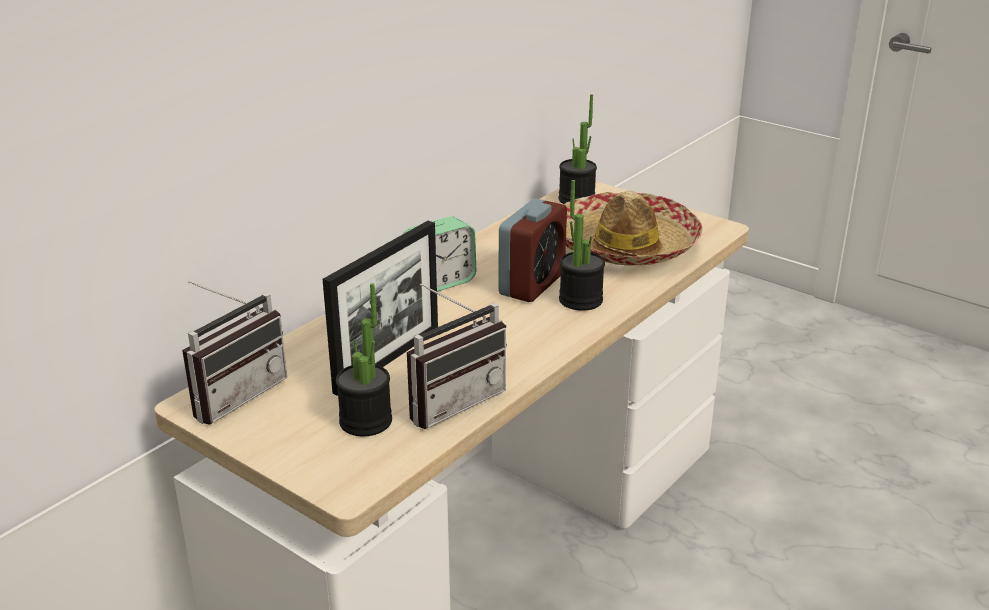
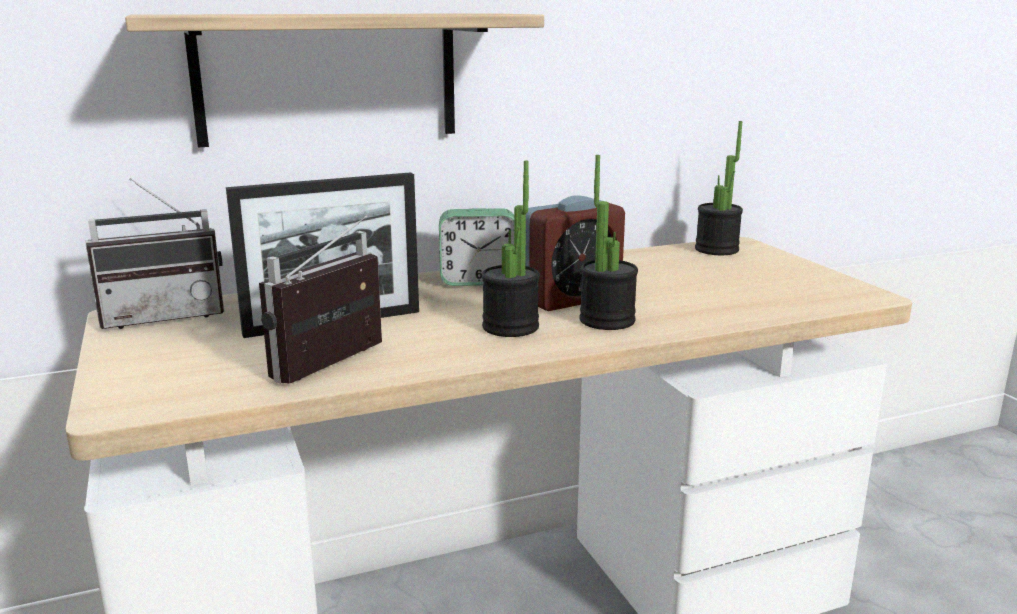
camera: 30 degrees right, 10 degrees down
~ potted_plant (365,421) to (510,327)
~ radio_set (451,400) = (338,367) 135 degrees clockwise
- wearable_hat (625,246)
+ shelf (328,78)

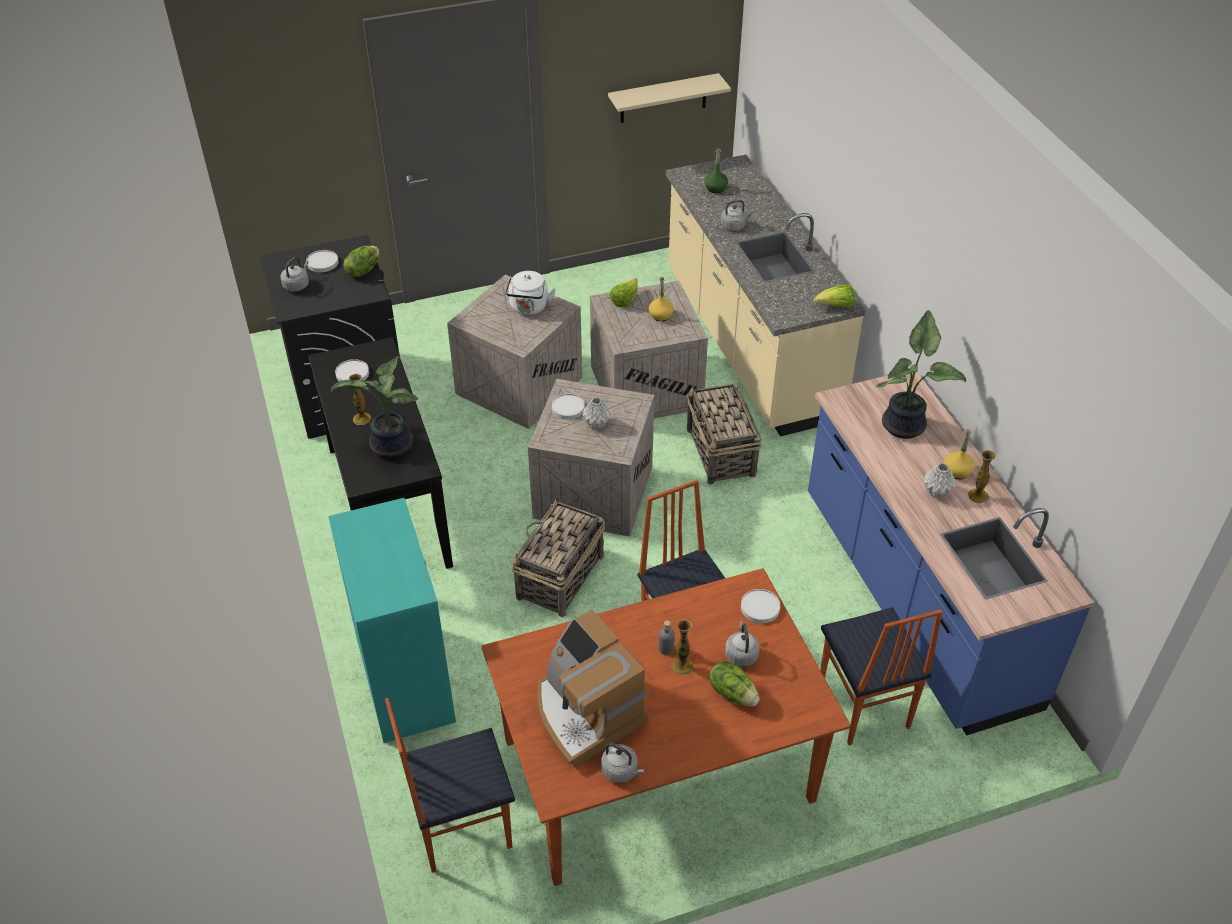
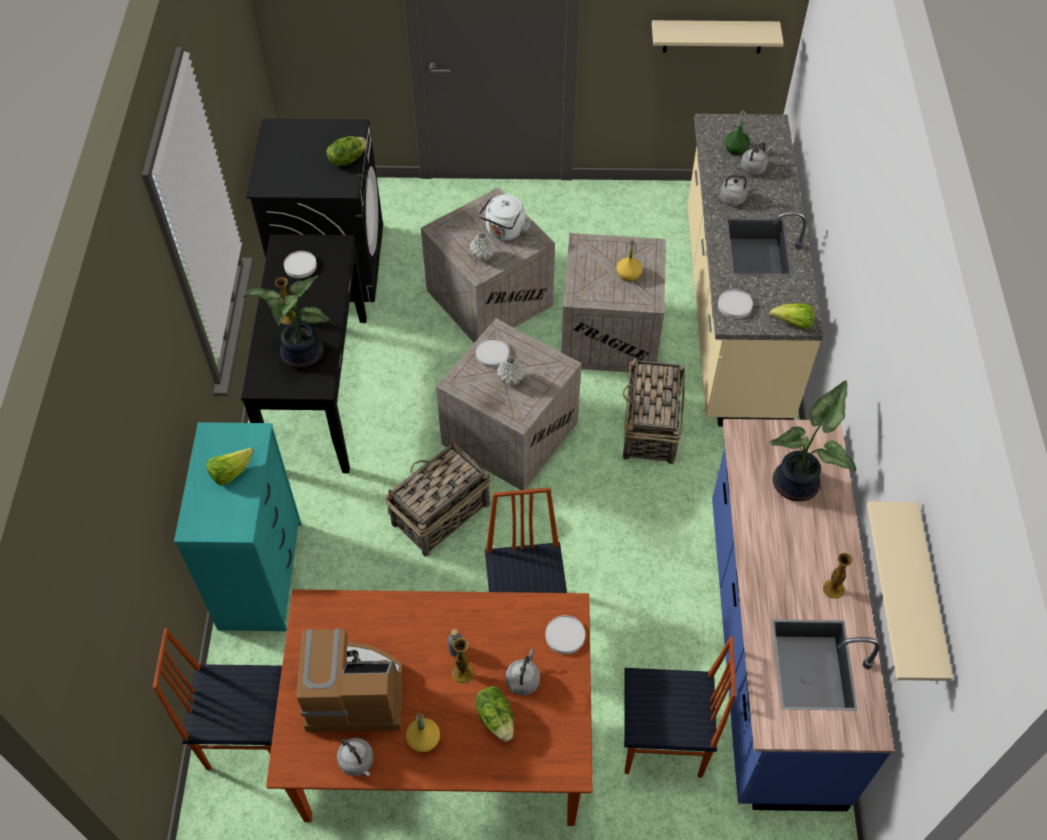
camera: 20 degrees right, 10 degrees up
~ grey_tea_kettle (297,285) to (754,167)
~ white-coloured_dinner_plate (322,263) to (734,305)
~ coffee_brewer (585,712) = (353,691) 105 degrees clockwise
~ lettuce_head (624,300) to (231,473)
~ upright_chair (862,707) = (663,744) 90 degrees counterclockwise
~ grey_flower_vase (936,492) to (483,256)
~ yellow_beverage_bottle (957,471) to (423,739)
+ beige_shelf (926,599)

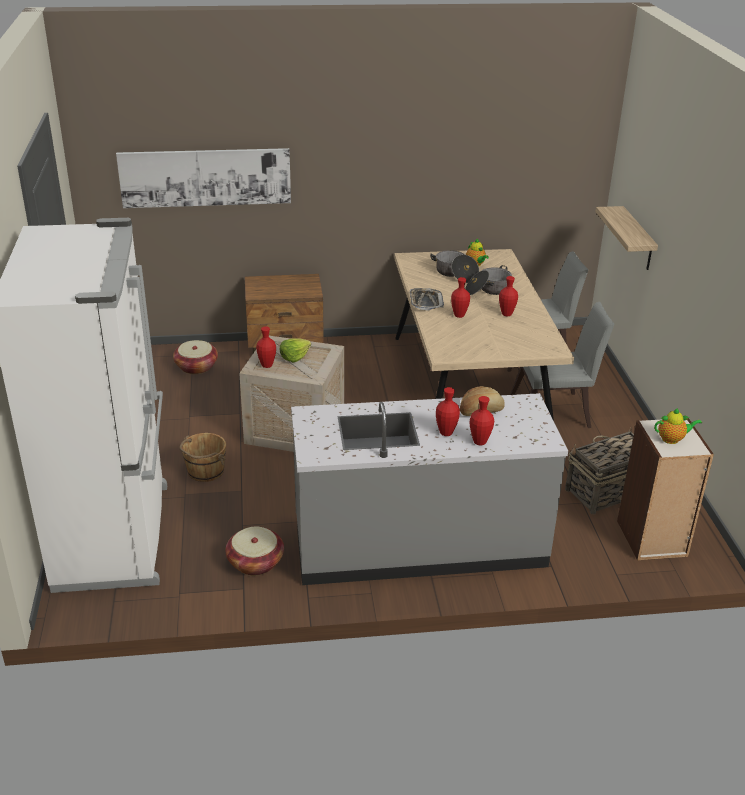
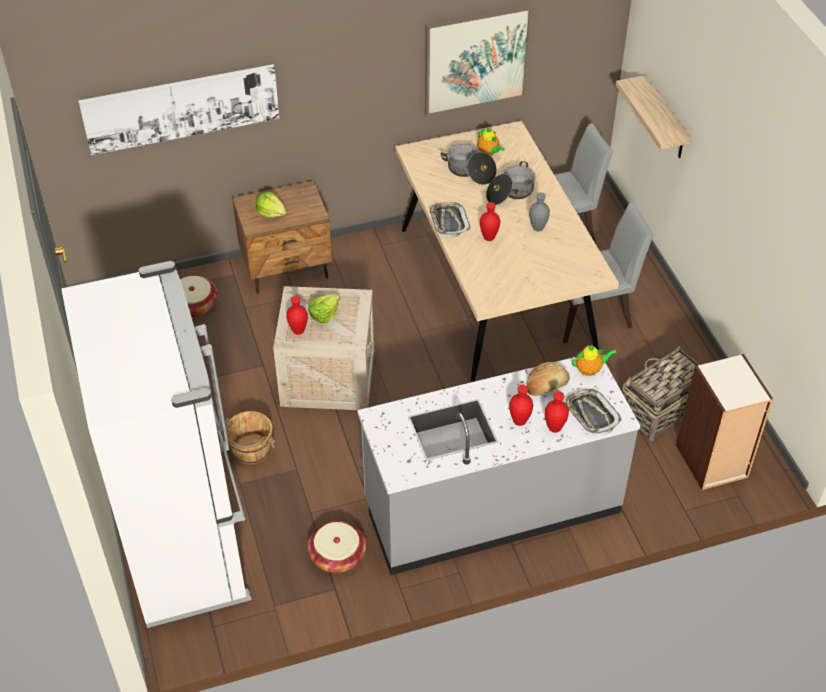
camera: 10 degrees left, 15 degrees up
~ red-coloured_flower_vase (506,314) to grey_flower_vase (538,228)
~ tea_pot (672,439) to (590,369)
+ lettuce_head (271,212)
+ wall_art (476,60)
+ serving_tray (591,414)

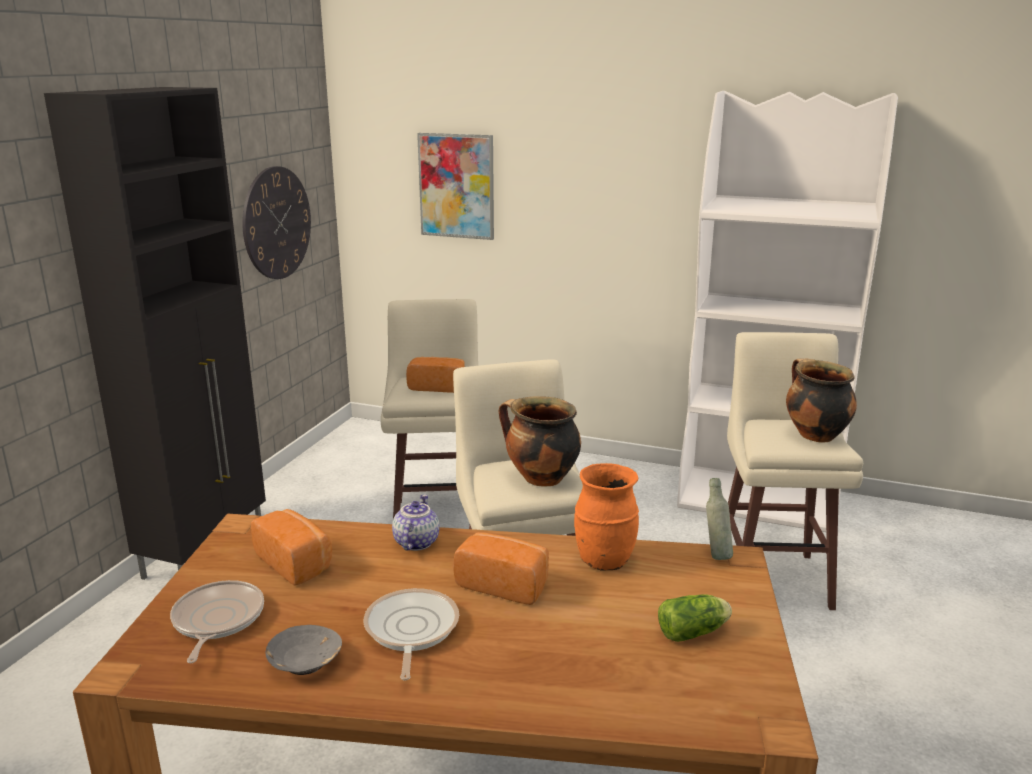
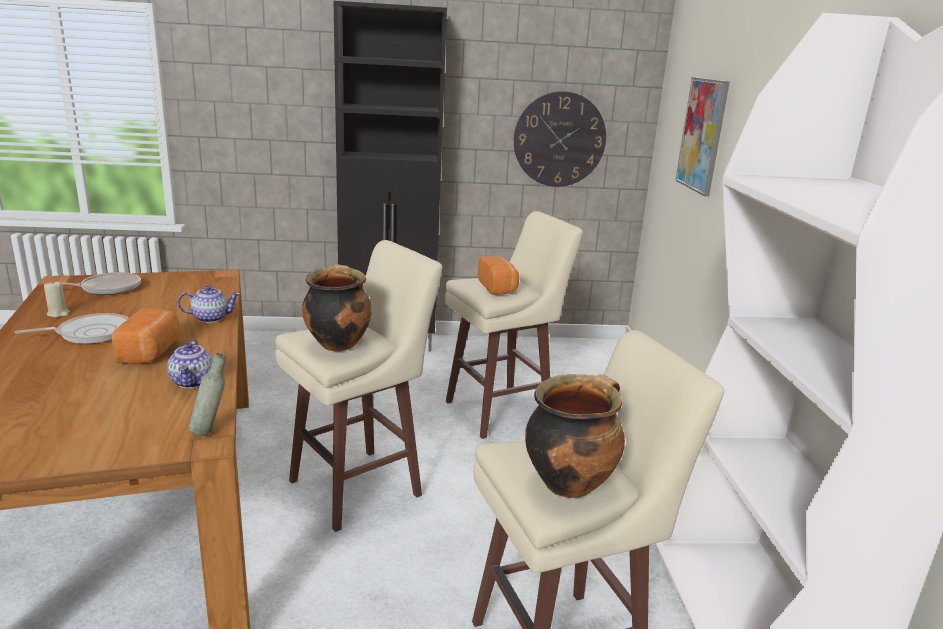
camera: 65 degrees right, 0 degrees up
- bakery_bread (296,562)
~ grey_deep_dish (305,662) to beige_wax_light (58,313)
~ orange-coloured_flower_vase (604,560) to tea_pot (193,382)
- lettuce_head (695,632)

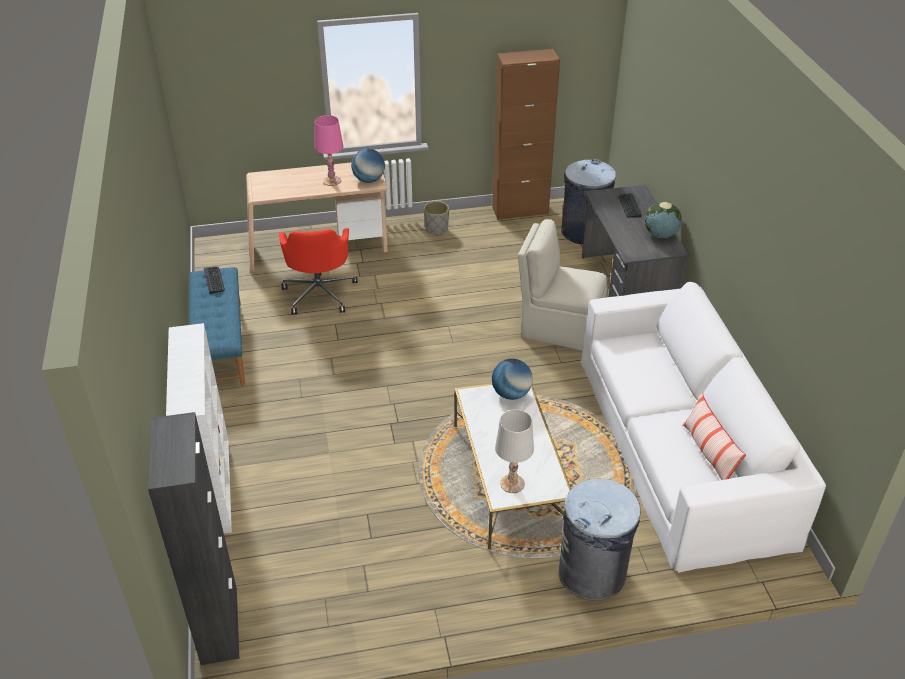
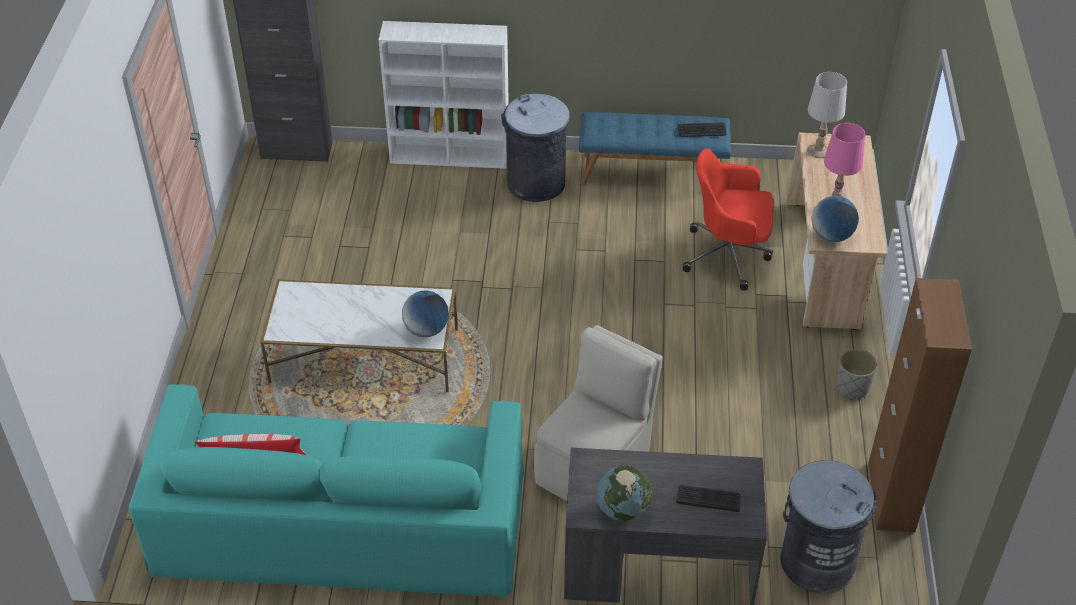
camera: 105 degrees right, 5 degrees up
~ white-coloured_table_lamp (512,484) to (819,150)
~ grey_rubbish_bin (592,573) to (535,183)
~ white-coloured_couch (682,446) to turquoise-coloured_couch (340,521)

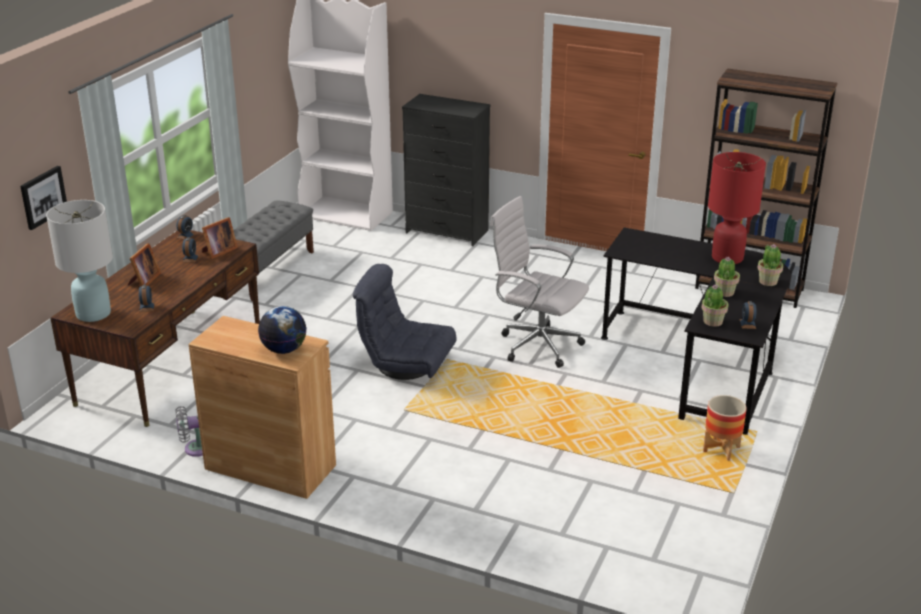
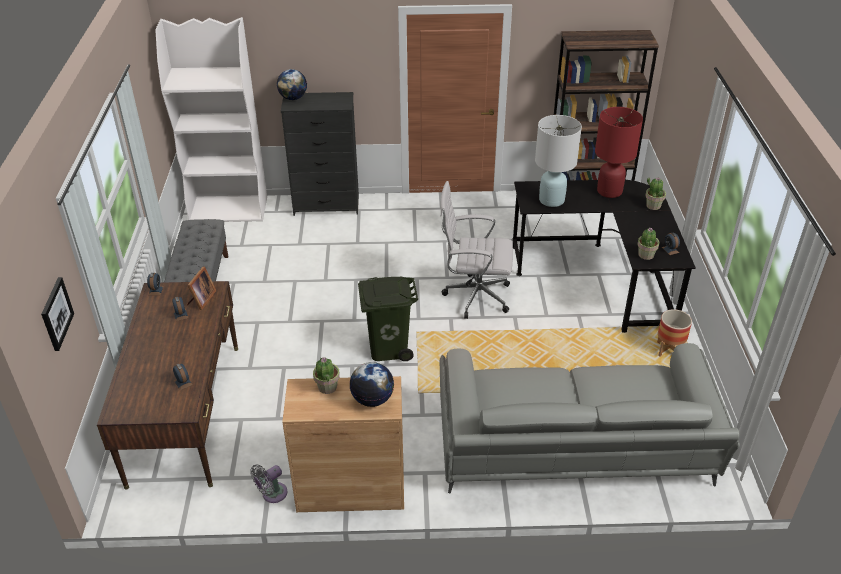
camera: 25 degrees left, 10 degrees up
~ white-coloured_table_lamp (93,314) to (551,200)
- photo_frame (144,281)
~ grey_armchair (406,365) to green_rubbish_bin (388,347)
~ potted_plant (724,292) to (327,387)
+ desk_globe (293,98)
+ grey_couch (573,450)

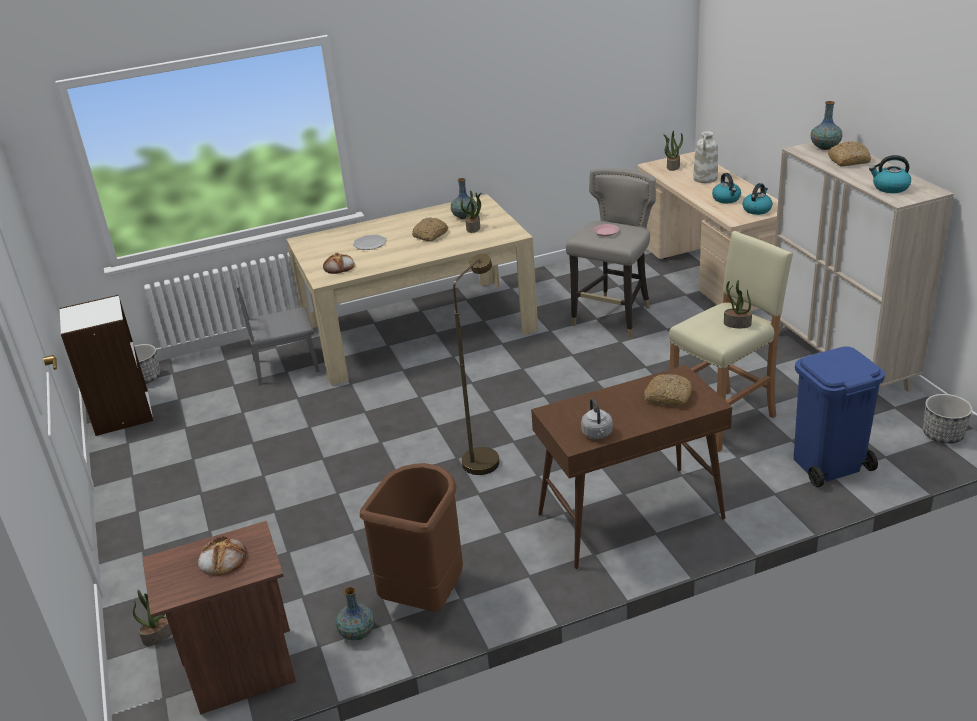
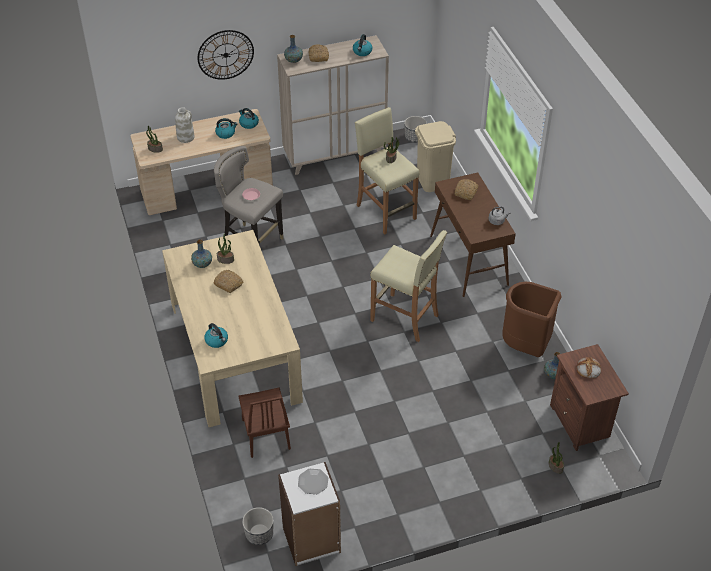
camera: 90 degrees left, 15 degrees up
~ grey_upright_chair (286,366) to brownish_upright_chair (266,434)
- bakery_bread (339,267)
~ dinner_plate (369,243) to (313,482)
~ brownish_standing_lamp (484,456) to beige_sitting_stool (405,318)
~ blue-coloured_rubbish_bin (828,464) to beige_rubbish_bin (433,181)
+ hanging_clock (225,55)
+ tea_kettle (217,341)

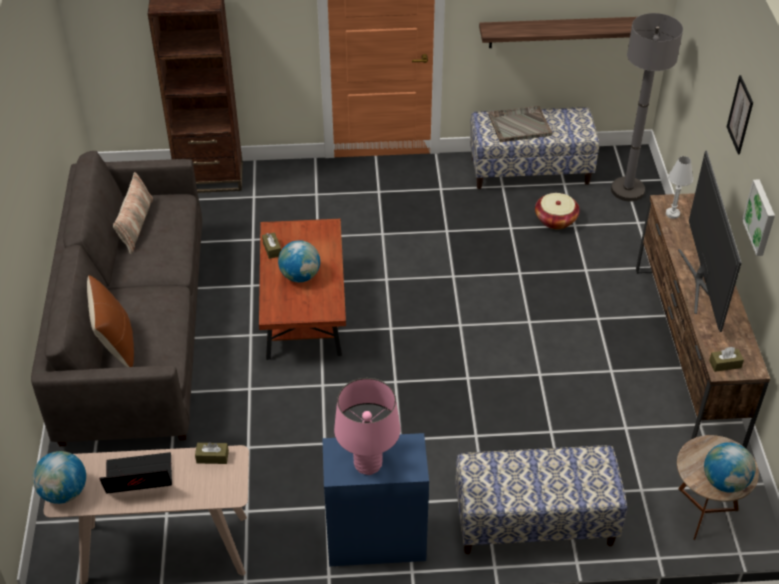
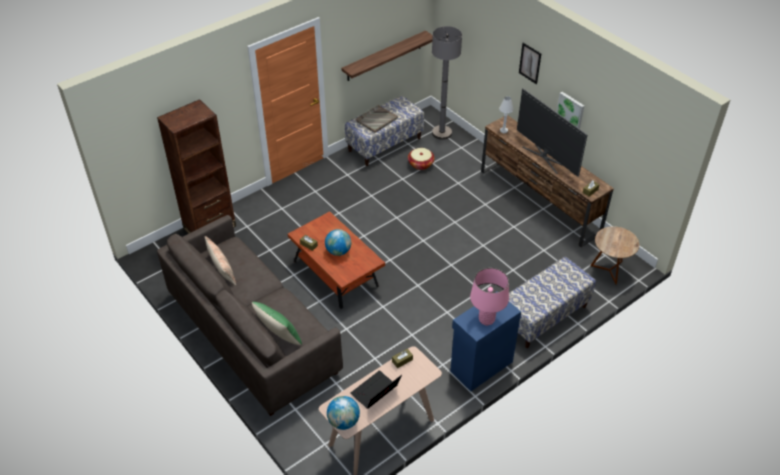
camera: 35 degrees left, 0 degrees up
~ brownish_throw_pillow (116,344) to green_throw_pillow (279,337)
- desk_globe (724,482)

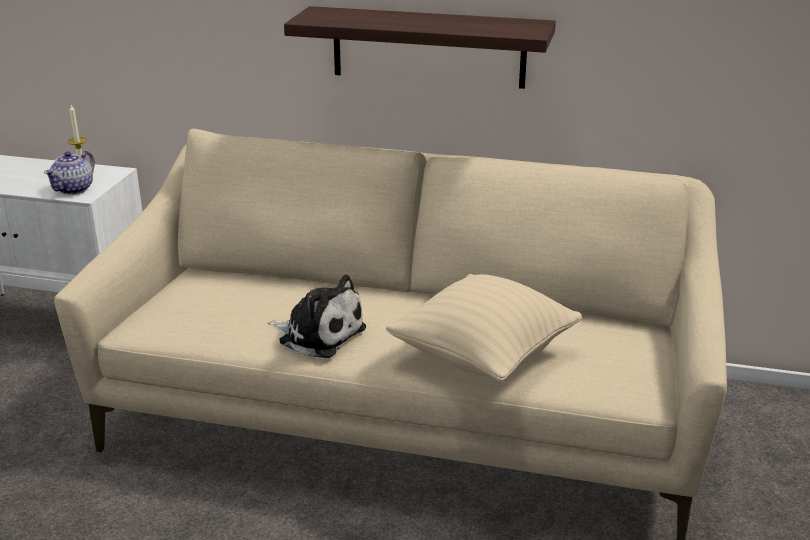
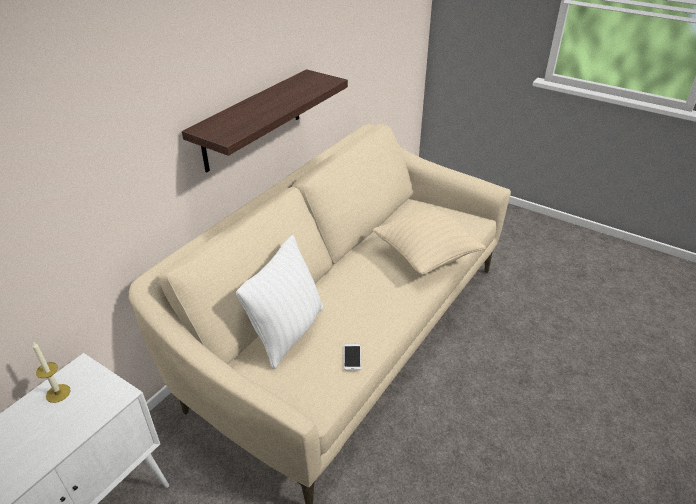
camera: 70 degrees left, 10 degrees up
- tea_pot (74,189)
- plush_toy (318,334)
+ white-coloured_throw_pillow (287,332)
+ telephone (352,357)

